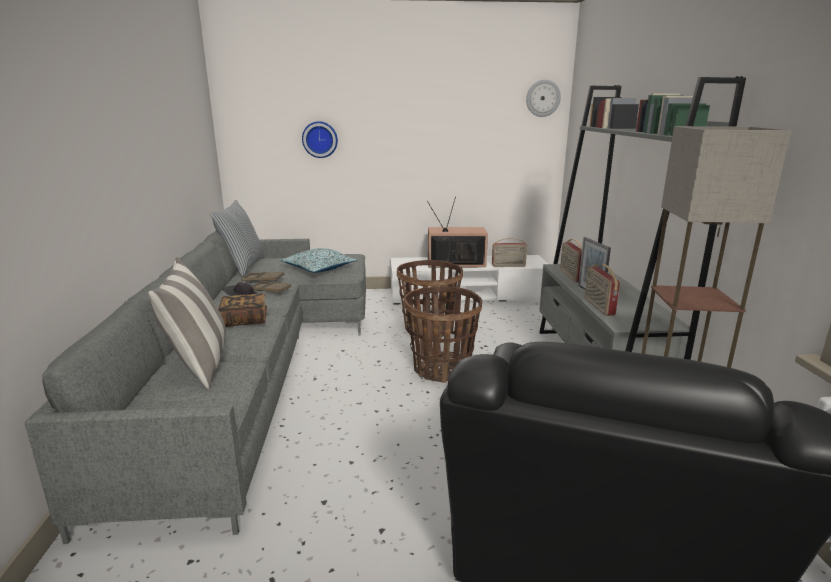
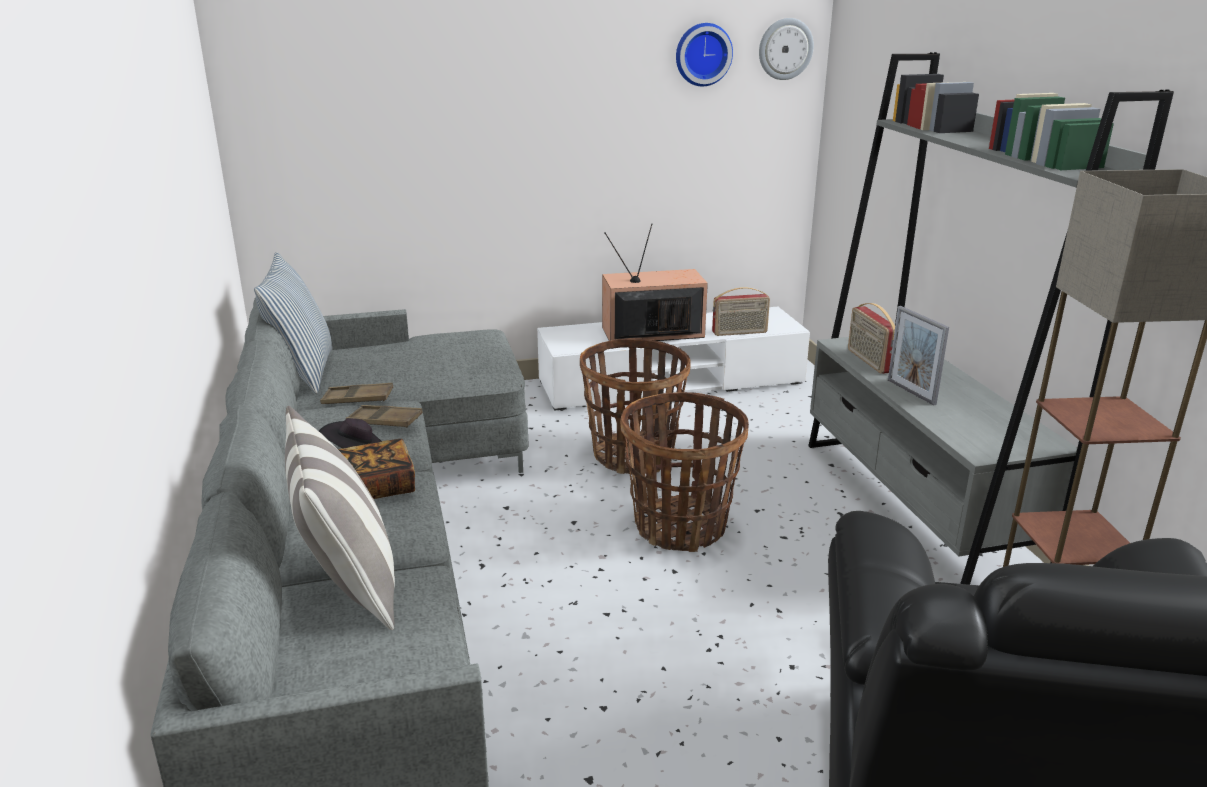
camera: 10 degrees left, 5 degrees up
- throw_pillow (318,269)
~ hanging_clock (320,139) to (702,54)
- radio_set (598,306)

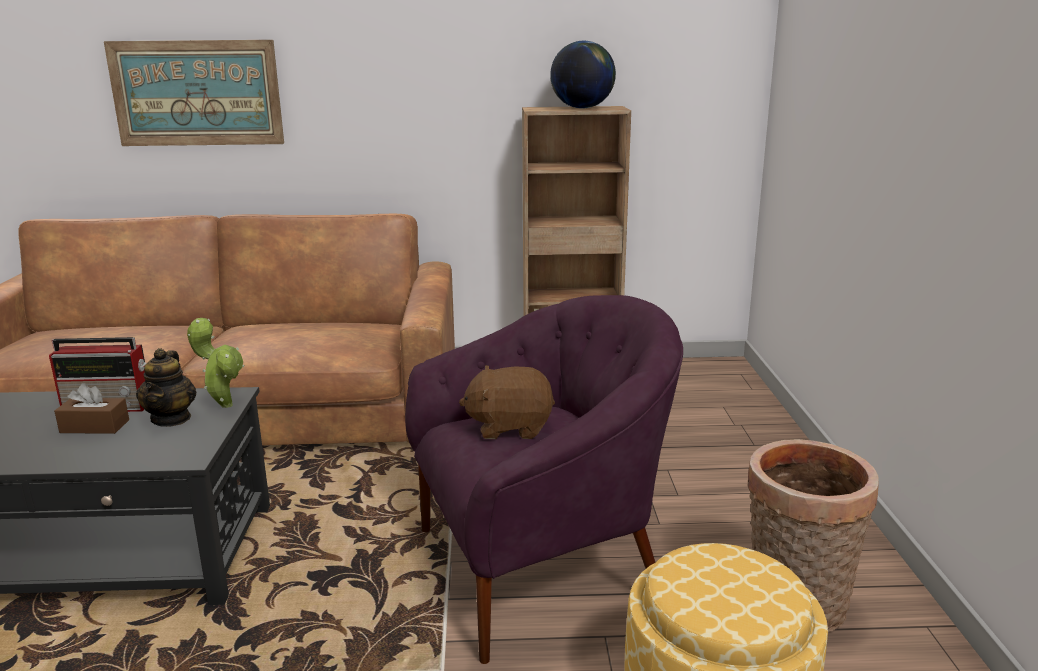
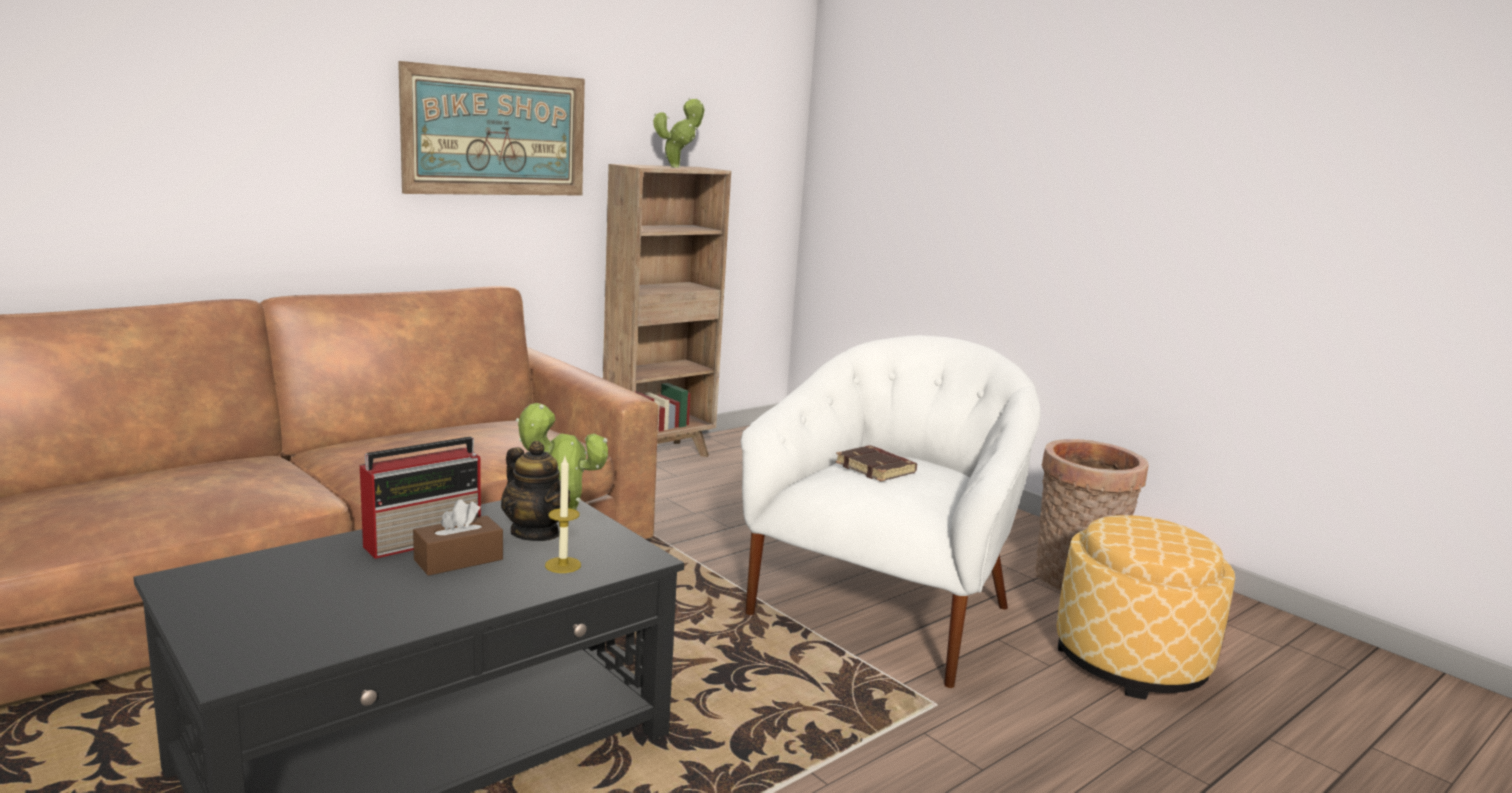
camera: 40 degrees left, 5 degrees down
~ wall_art (197,93) to (496,133)
~ purplish_armchair (540,568) to white-coloured_armchair (884,611)
~ brownish_plush_toy (509,427) to brownish_bound_book (876,469)
~ desk_globe (582,108) to potted_plant (677,167)
+ wax_light (563,565)

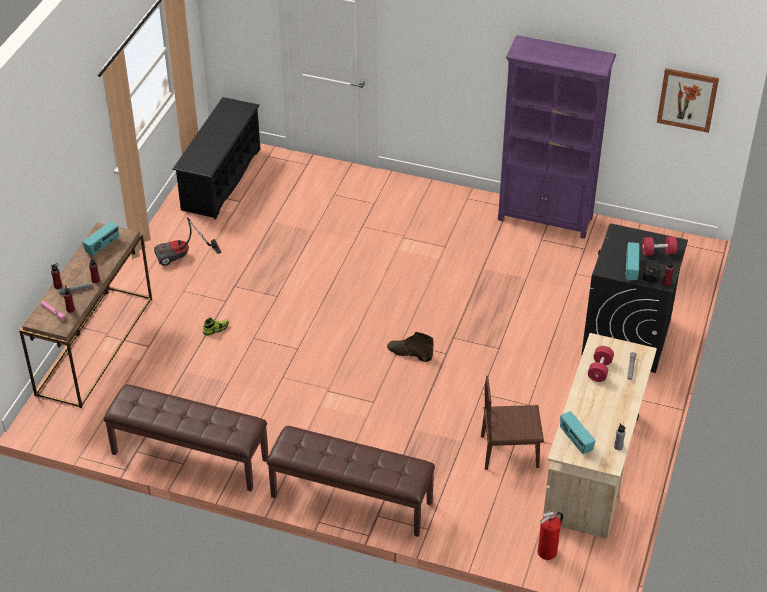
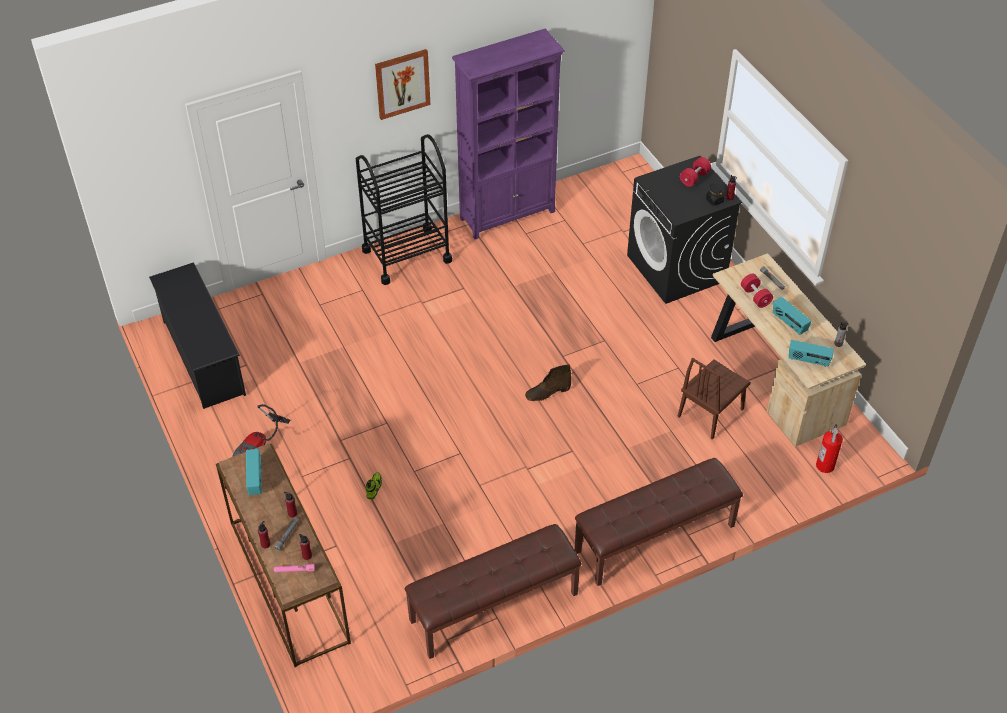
camera: 45 degrees left, 5 degrees up
~ radio_set (630,269) to (789,323)
~ wall_art (687,99) to (402,83)
+ blackish_cart (406,255)

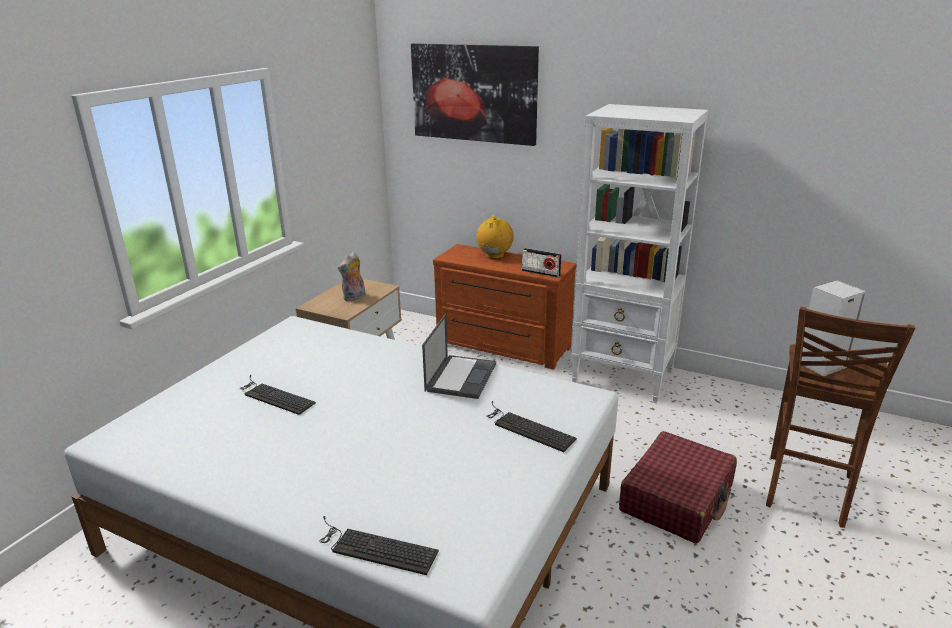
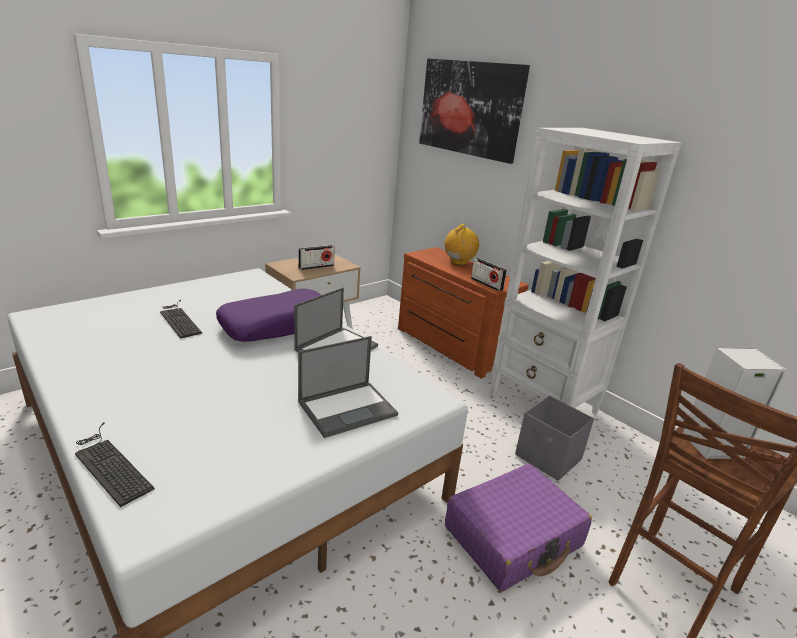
camera: 20 degrees right, 0 degrees up
~ plush_toy (354,298) to radio_set (316,267)
~ keyboard (526,428) to portable_computer (348,408)
~ red-coloured_suitcase (677,498) to purplish_suitcase (513,537)
+ purplish_throw_pillow (277,325)
+ grey_storage_bin (548,458)

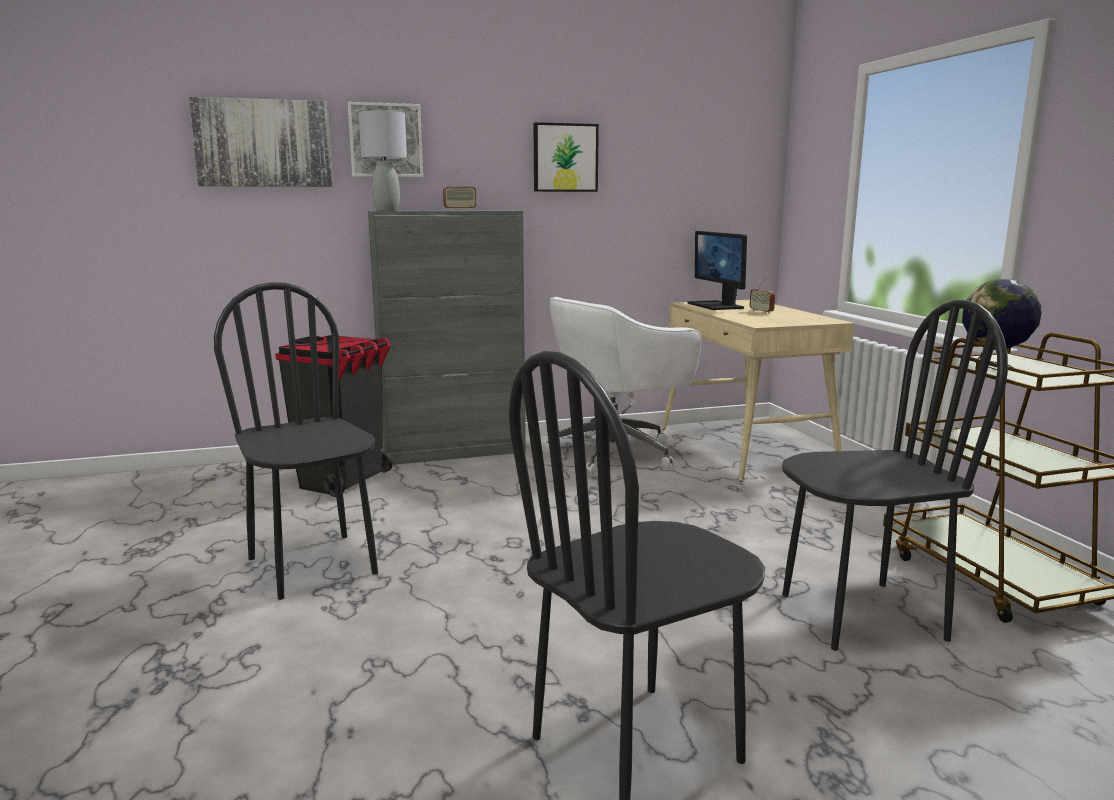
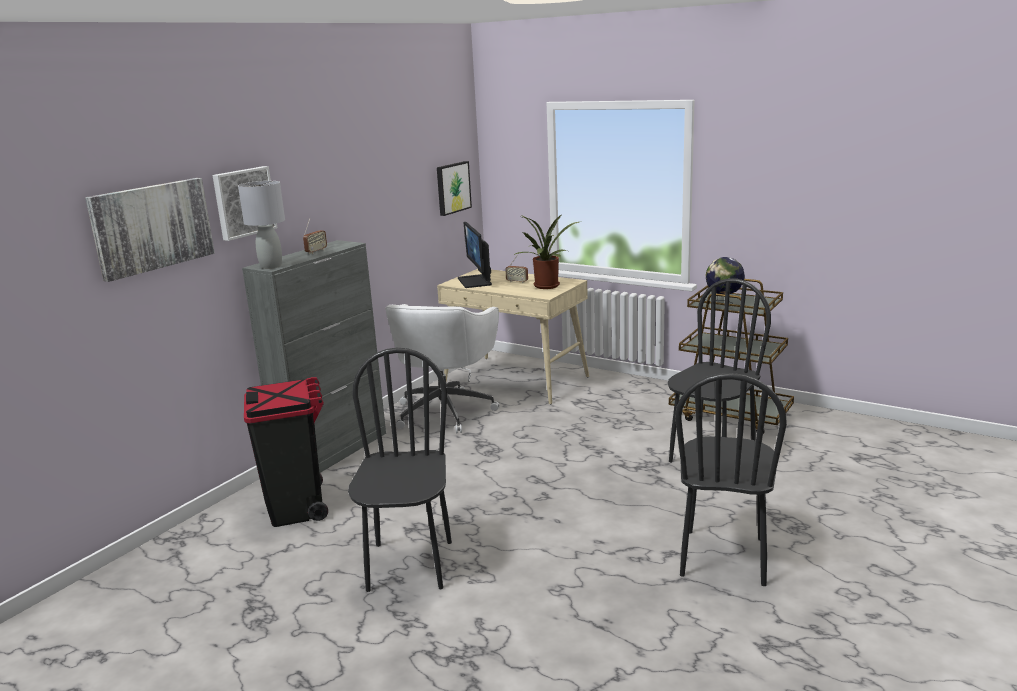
camera: 40 degrees left, 5 degrees up
~ blackish_upright_chair (313,565) = (409,565) 75 degrees clockwise
~ wall_art (565,158) to (452,188)
~ computer_display (716,305) = (475,281) 45 degrees clockwise
+ potted_plant (546,287)

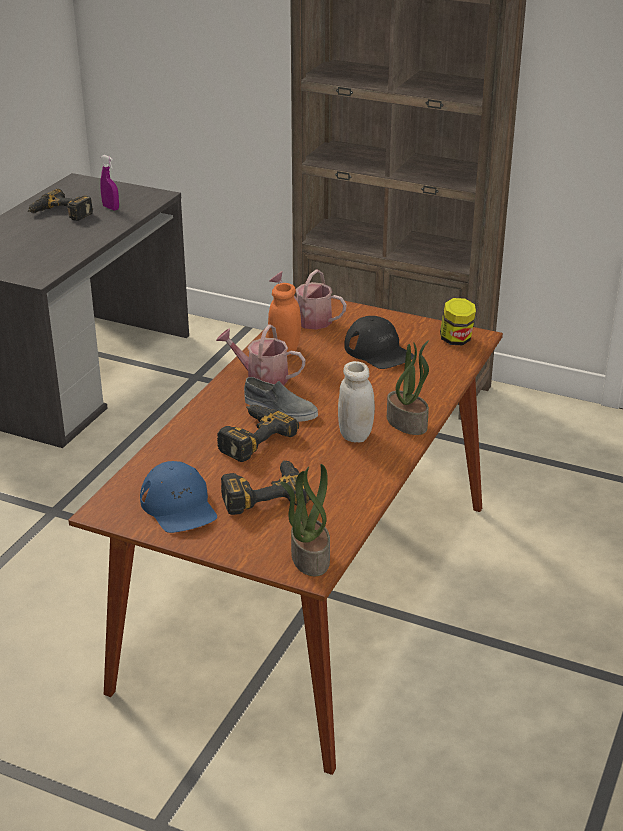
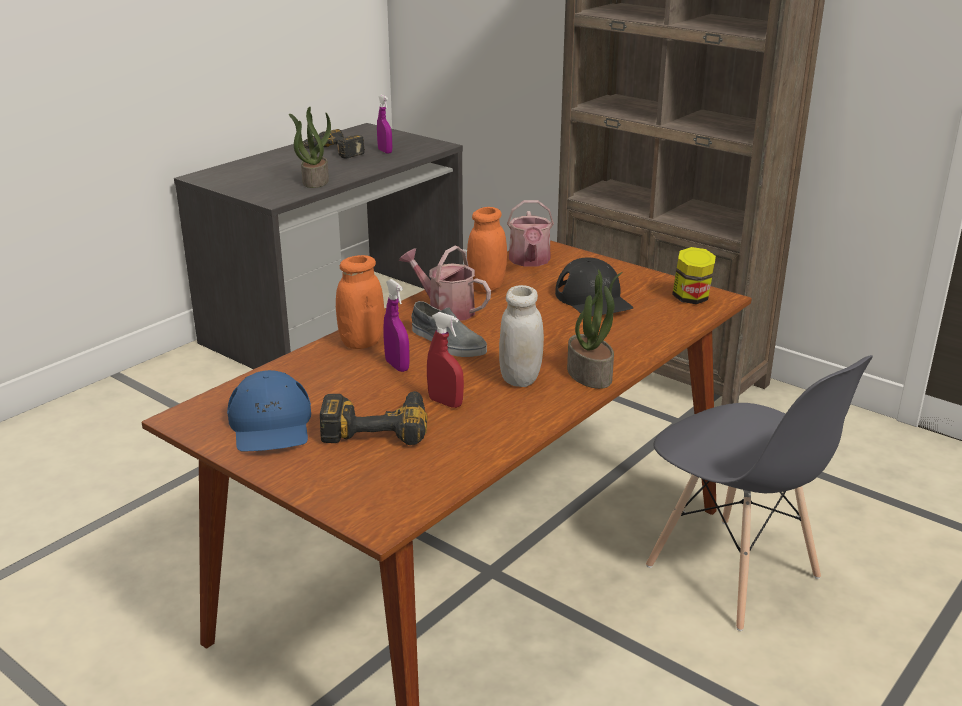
camera: 15 degrees right, 5 degrees down
~ power_drill (250,437) to purplish_sprayer (397,366)
~ sprinkling_can (308,319) = (530,261) 135 degrees counterclockwise
~ potted_plant (309,557) to (315,181)
+ orange-coloured_preserve_jar (361,342)
+ red-coloured_sprayer (445,402)
+ grey_upright_chair (733,573)

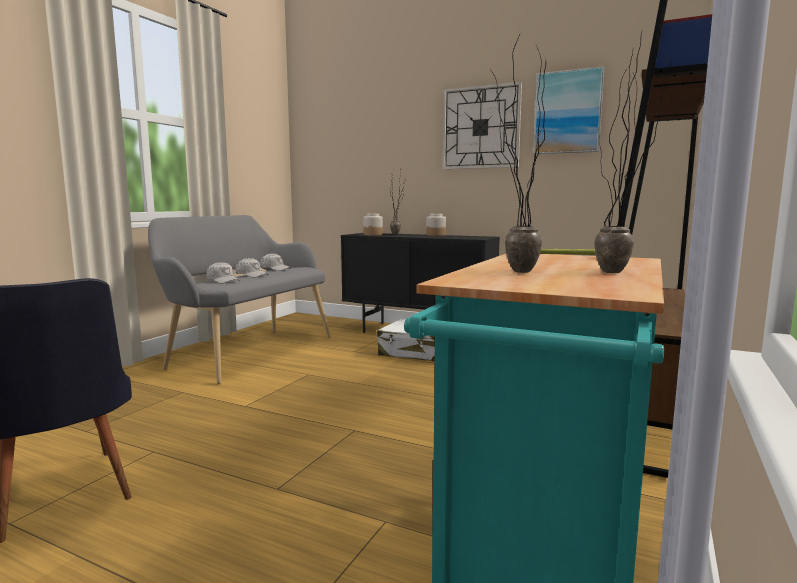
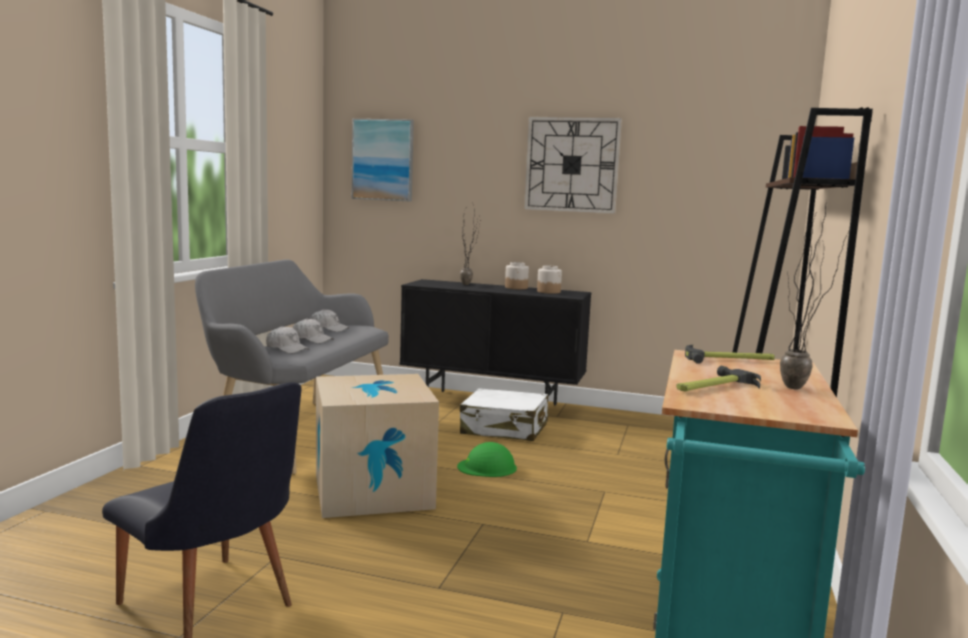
camera: 10 degrees left, 0 degrees up
~ preserve_jar (373,234) to (548,291)
~ potted_plant (510,271) to tool_hammer (713,386)
~ wall_art (568,112) to (383,160)
+ cardboard_box (372,491)
+ green_work_helmet (487,467)

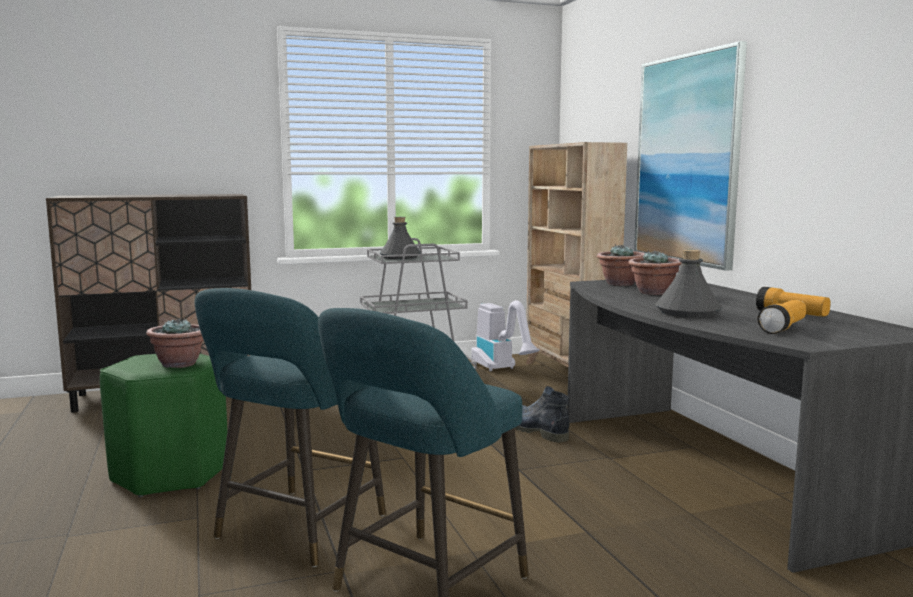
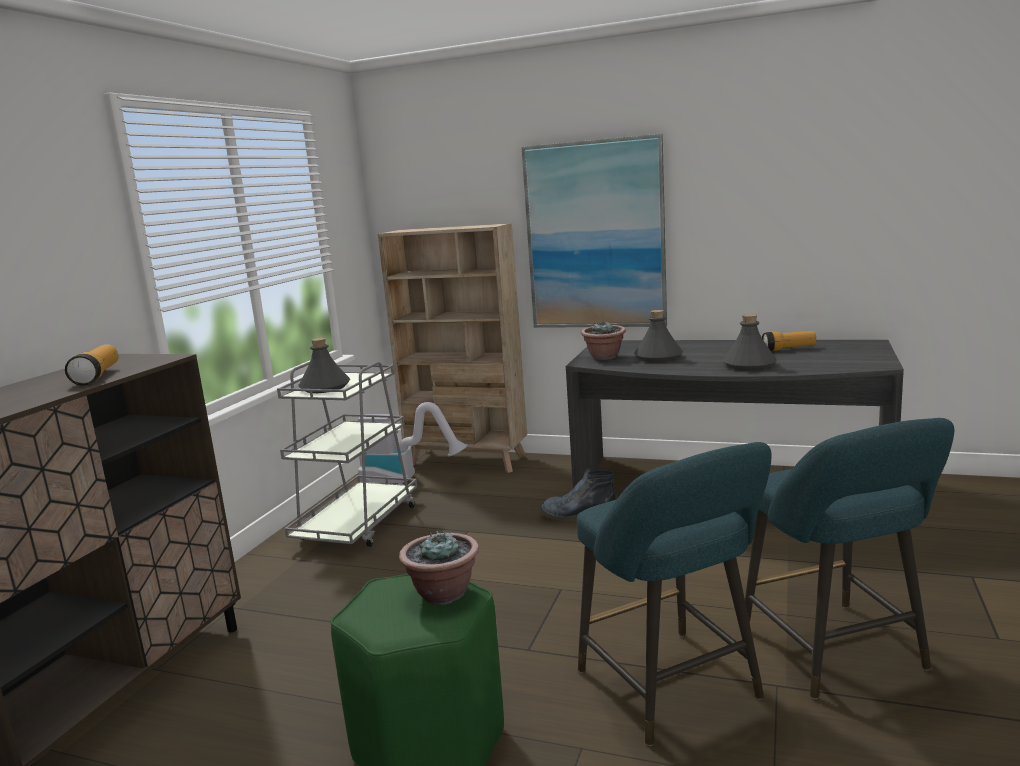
camera: 50 degrees left, 5 degrees up
~ potted_plant (653,292) to grey_beverage_bottle (658,357)
~ torch (783,328) to (97,376)

